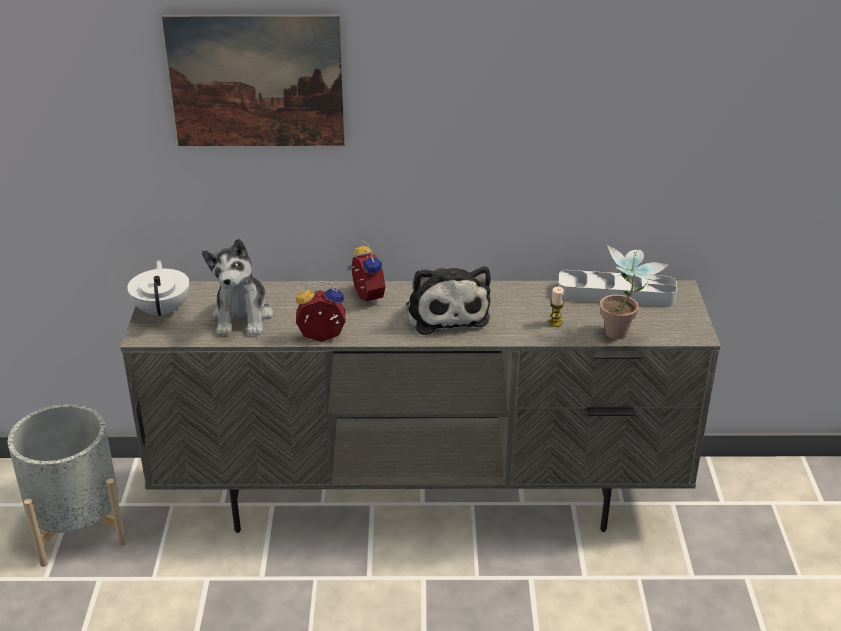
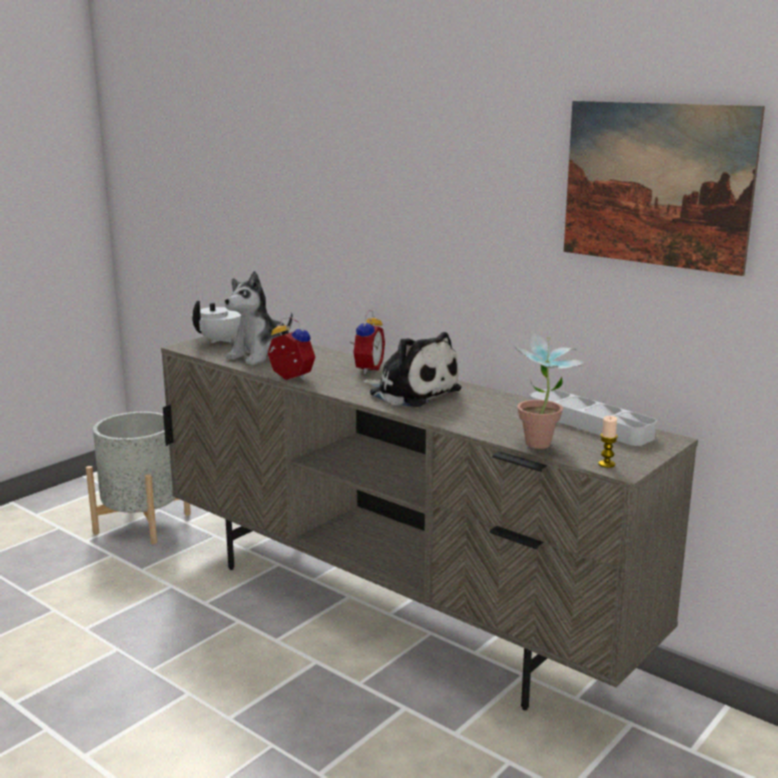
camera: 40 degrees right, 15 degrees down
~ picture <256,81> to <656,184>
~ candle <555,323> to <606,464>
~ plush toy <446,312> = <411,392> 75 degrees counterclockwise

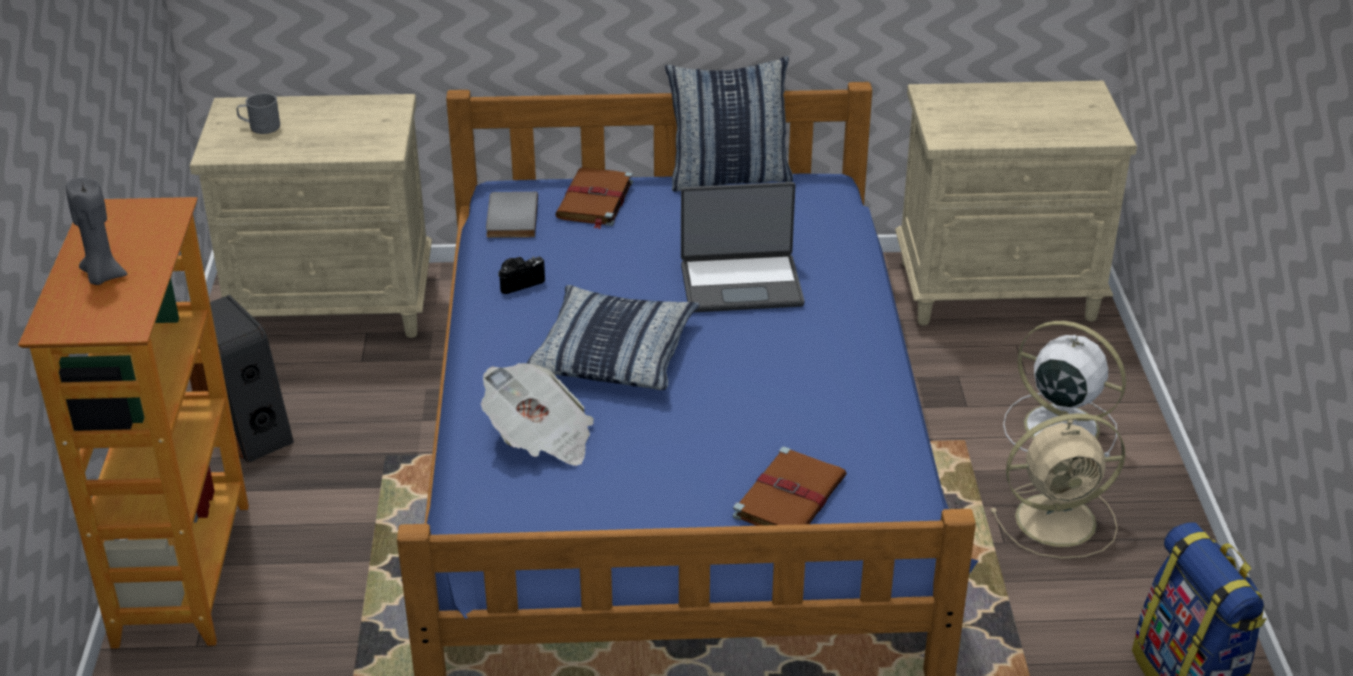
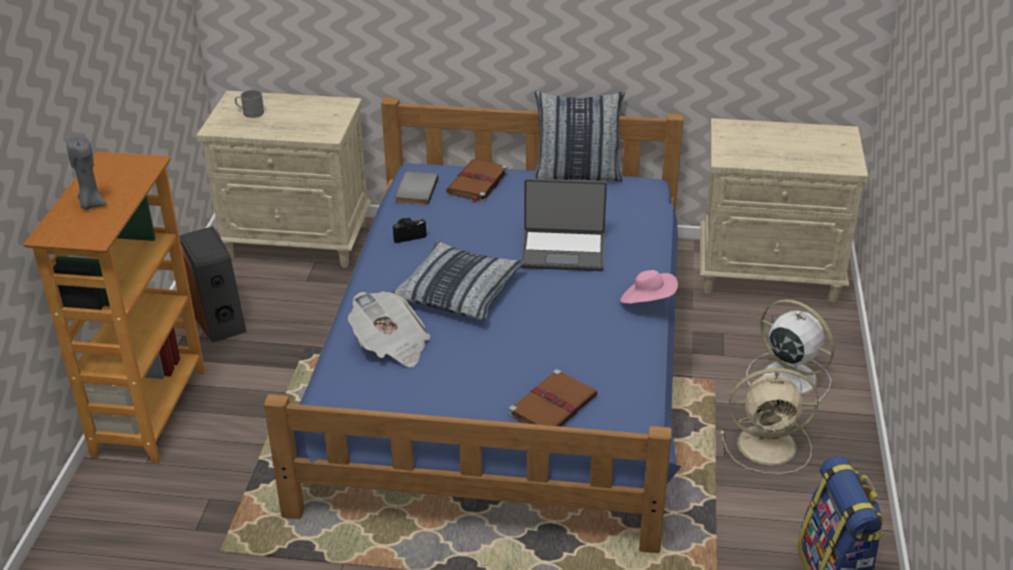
camera: 10 degrees right, 0 degrees up
+ hat in pink <648,302>

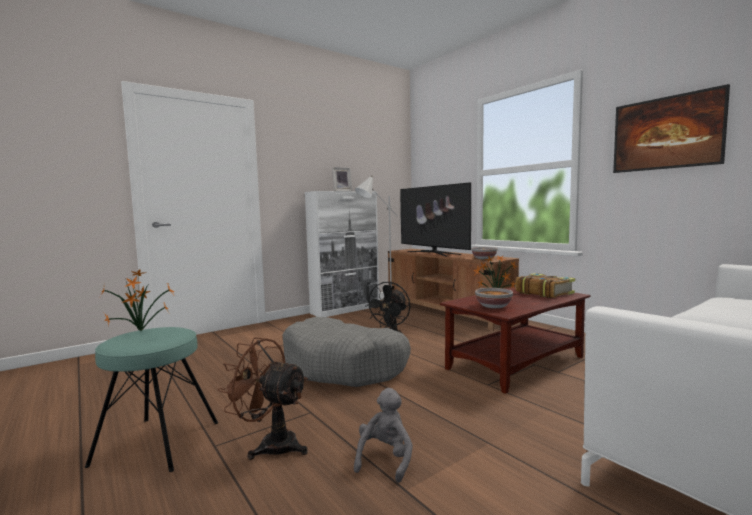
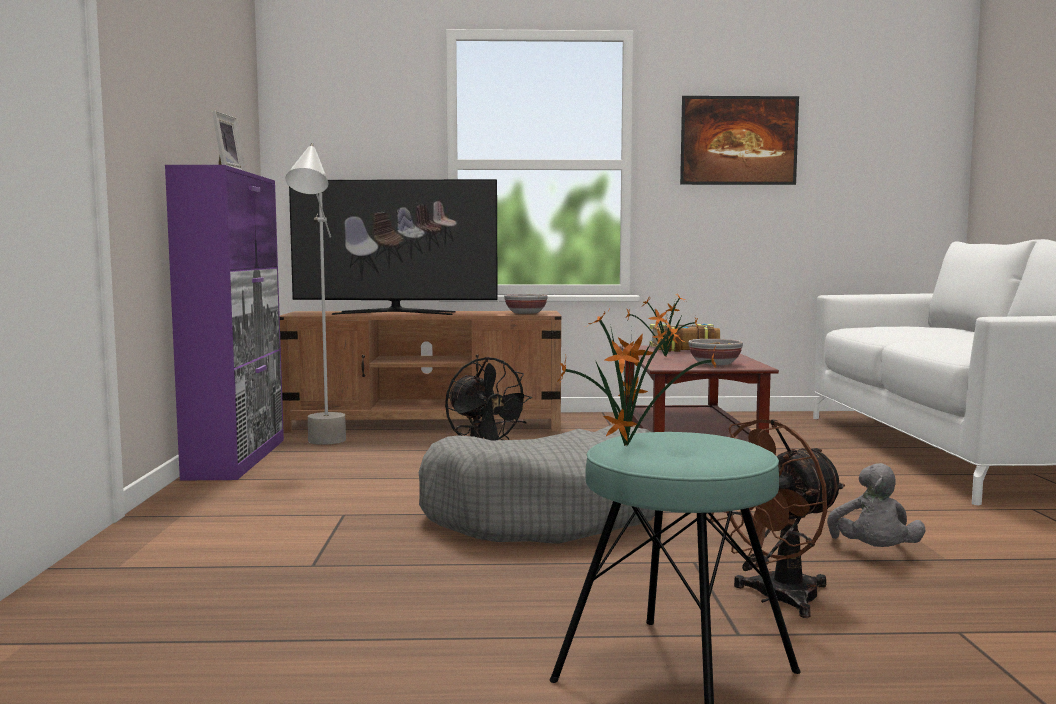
camera: 55 degrees left, 0 degrees up
~ cabinet in white <346,309> to cabinet in purple <237,458>
~ plush toy in grey <385,459> = <874,553> 135 degrees counterclockwise

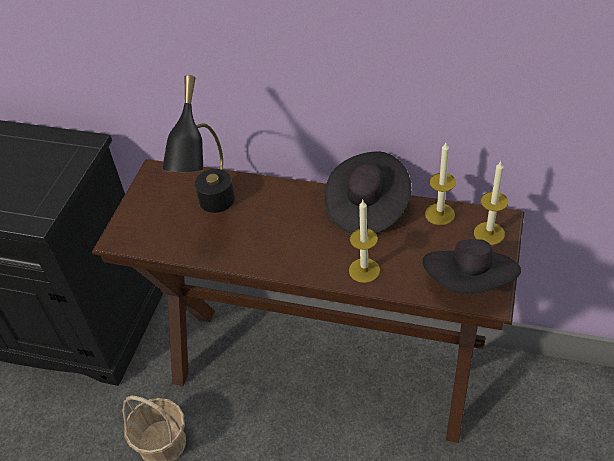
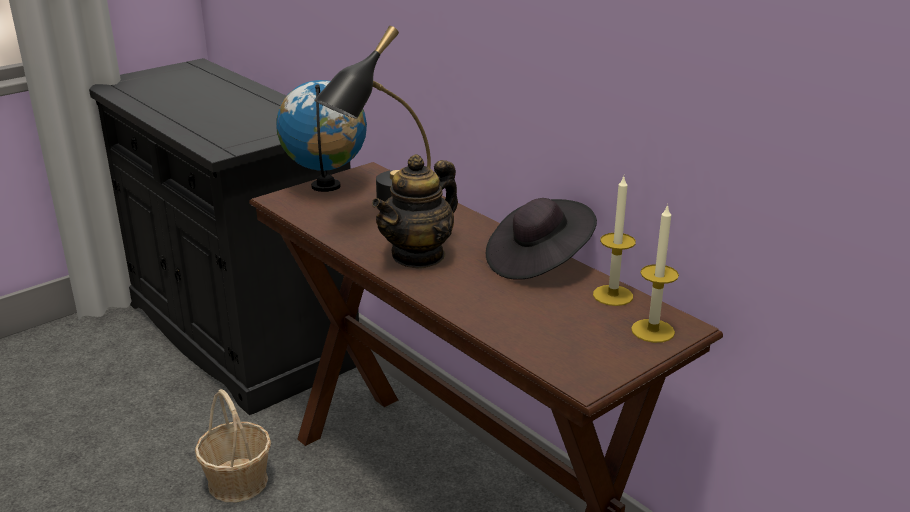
camera: 30 degrees right, 20 degrees down
- candle <364,270>
- hat in black <470,283>
+ globe <326,186>
+ teapot <418,255>

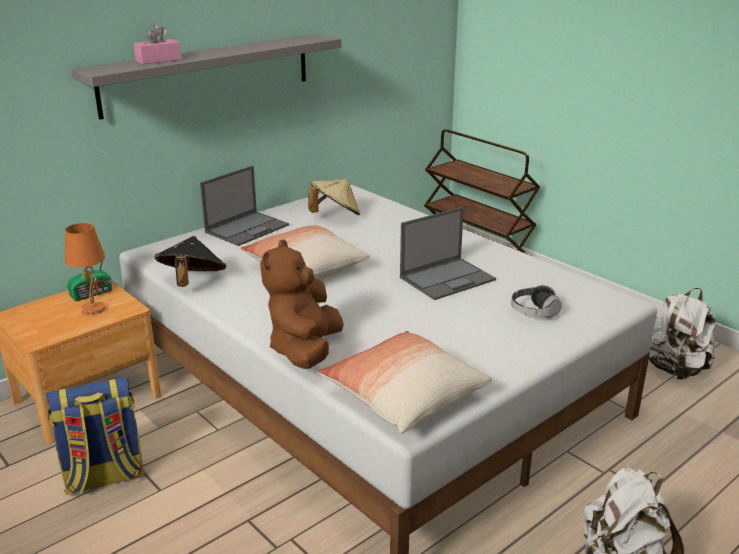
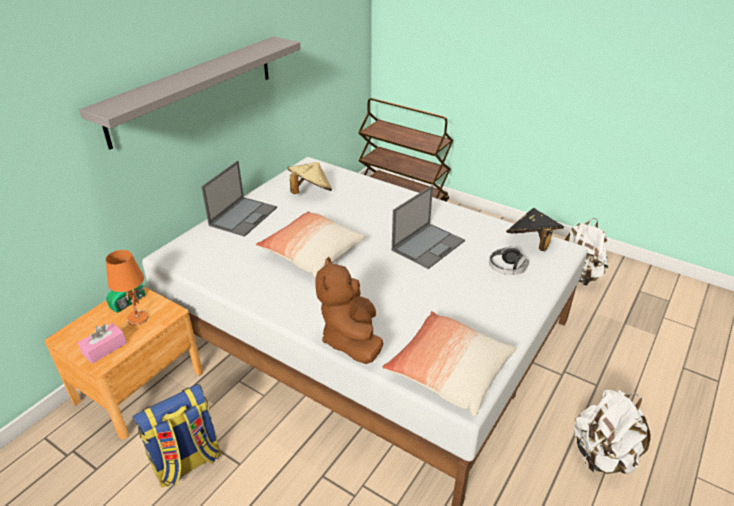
camera: 15 degrees left, 10 degrees up
~ tissue box in pink <158,60> to <104,348>
~ hat in black <192,282> to <531,244>

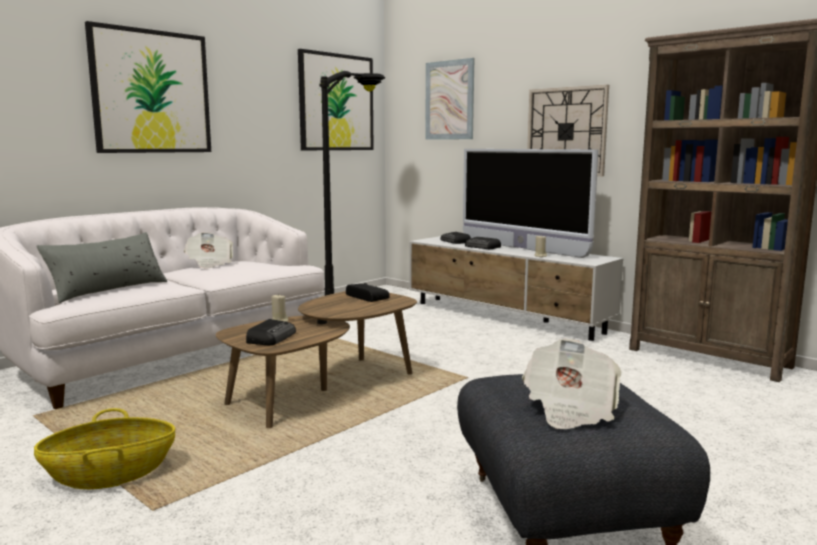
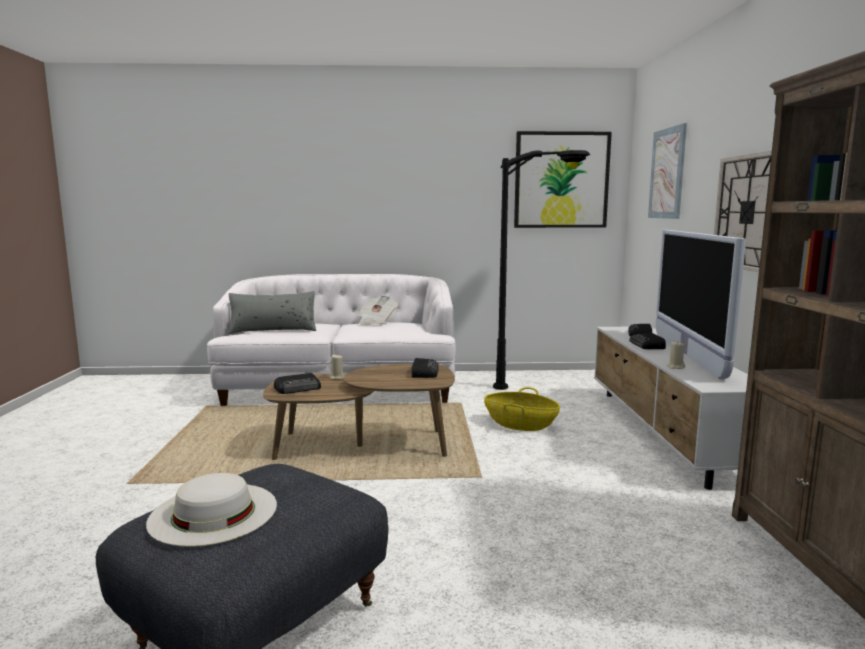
camera: 45 degrees right, 0 degrees up
- picture <151,92>
~ basket <110,474> to <520,424>
~ newspaper <569,409> to hat in white <213,513>

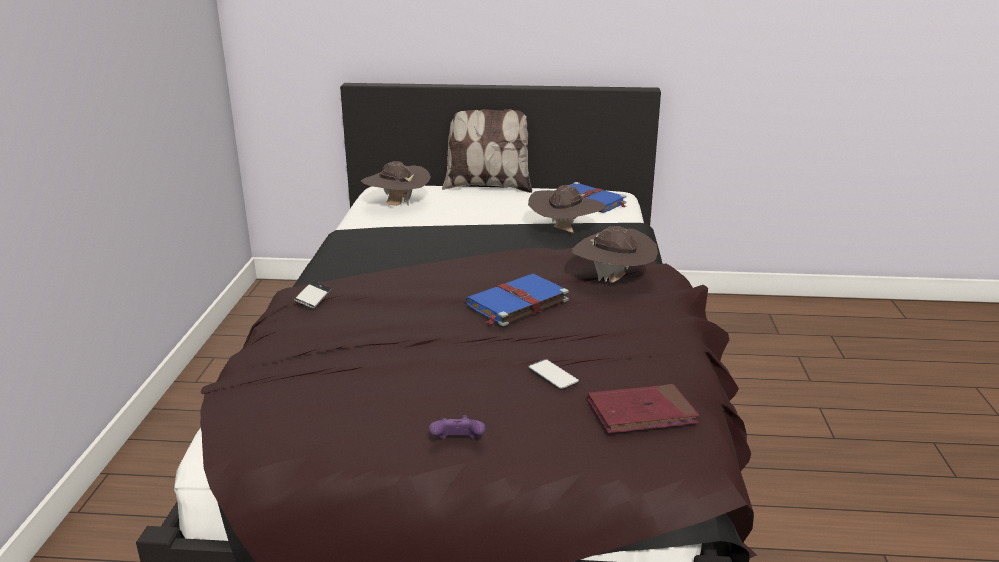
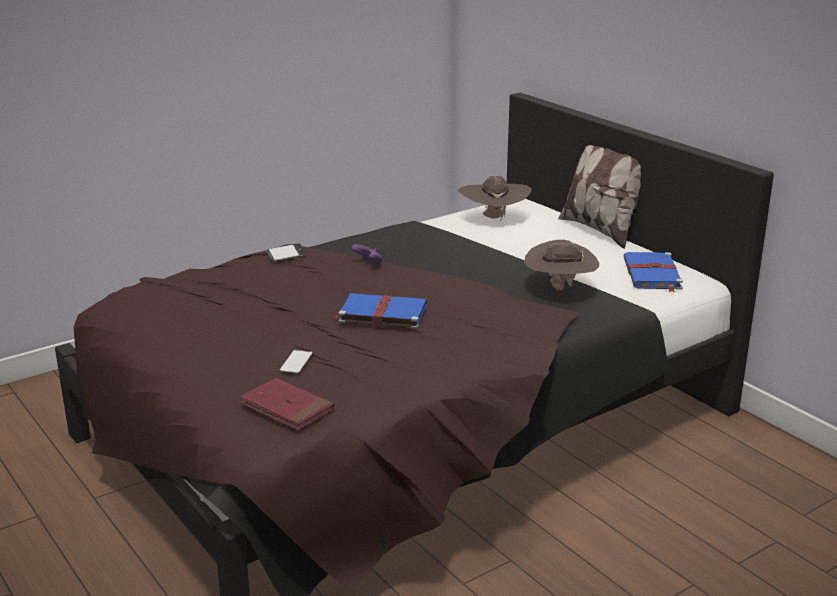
camera: 50 degrees right, 0 degrees up
- hat in brown <613,281>
~ game controller in purple <458,443> to <369,264>

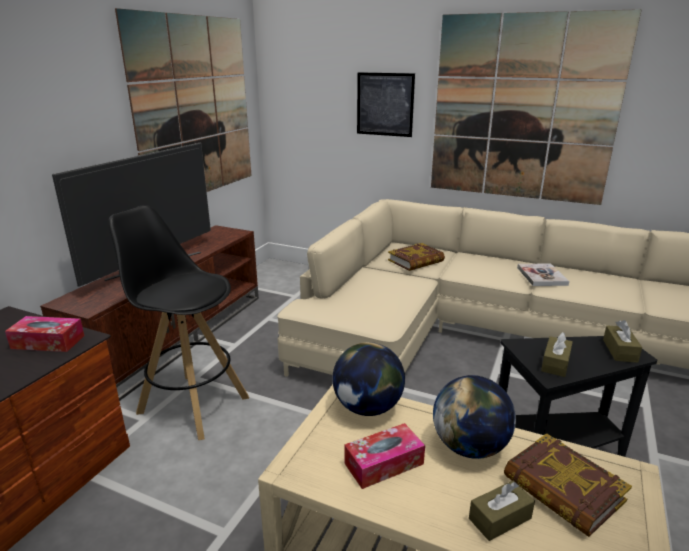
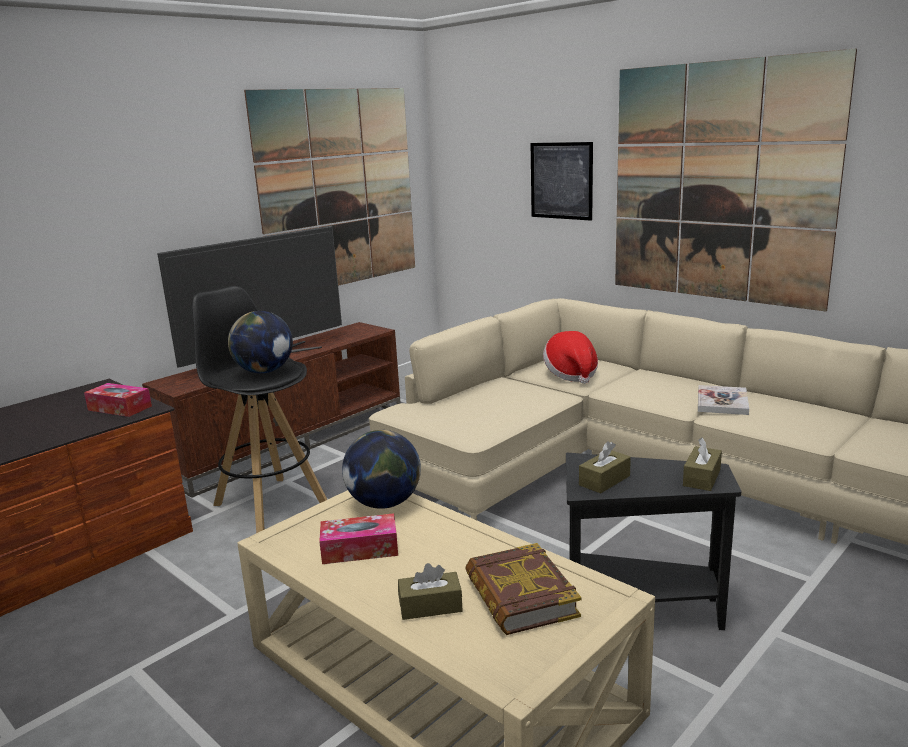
camera: 20 degrees right, 5 degrees down
~ globe <469,447> to <264,371>
~ book <416,261> to hat <571,374>

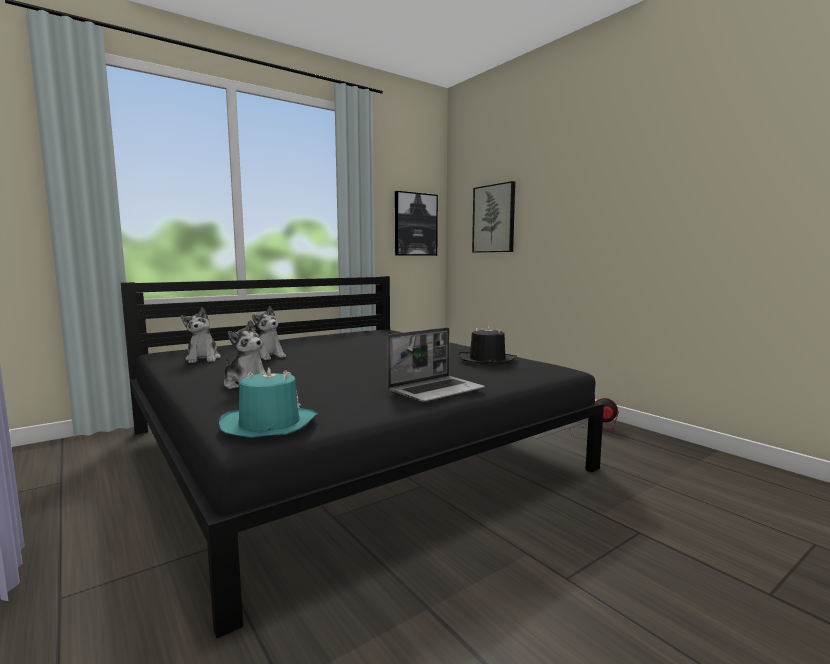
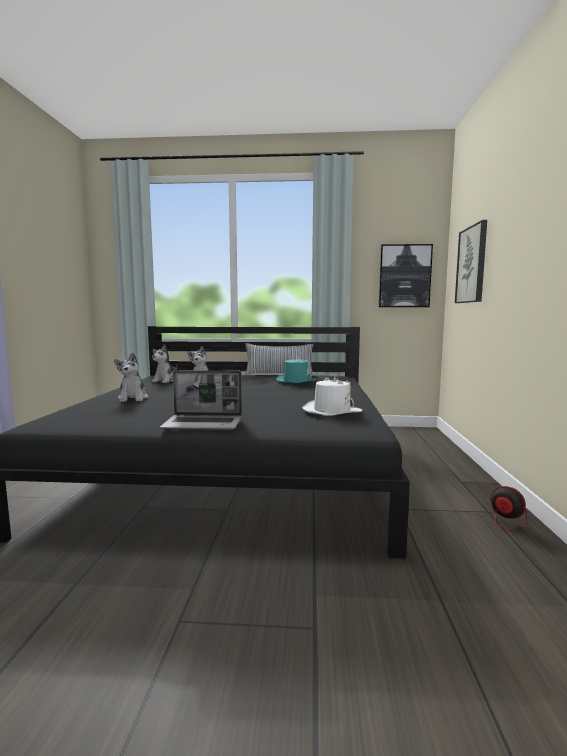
camera: 40 degrees right, 0 degrees up
+ pillow <279,374>
~ hat in turquoise <269,424> to <296,381>
~ hat in black <487,360> to hat in white <331,411>

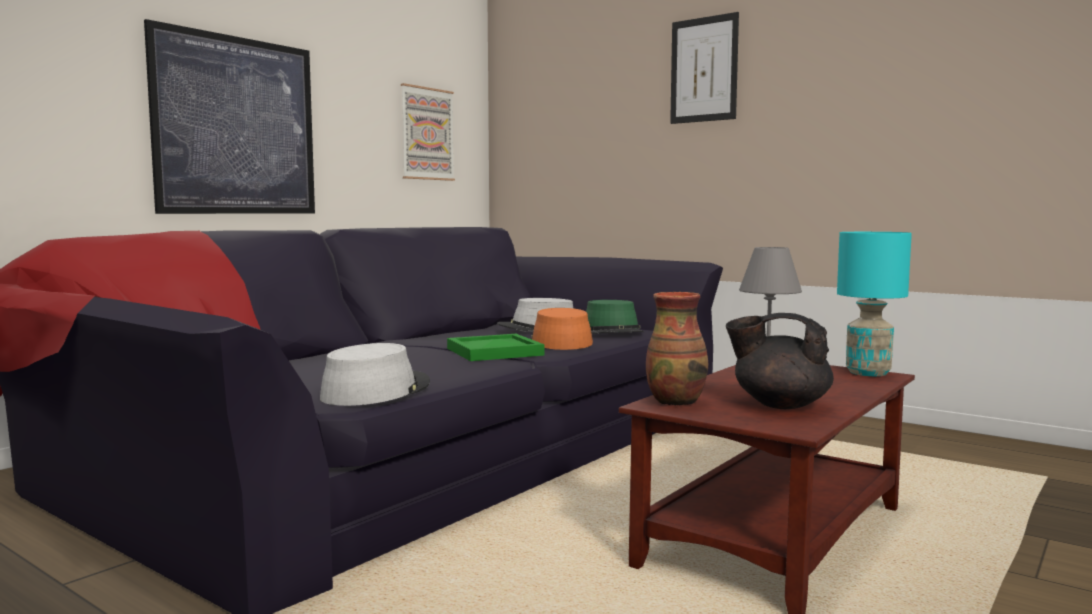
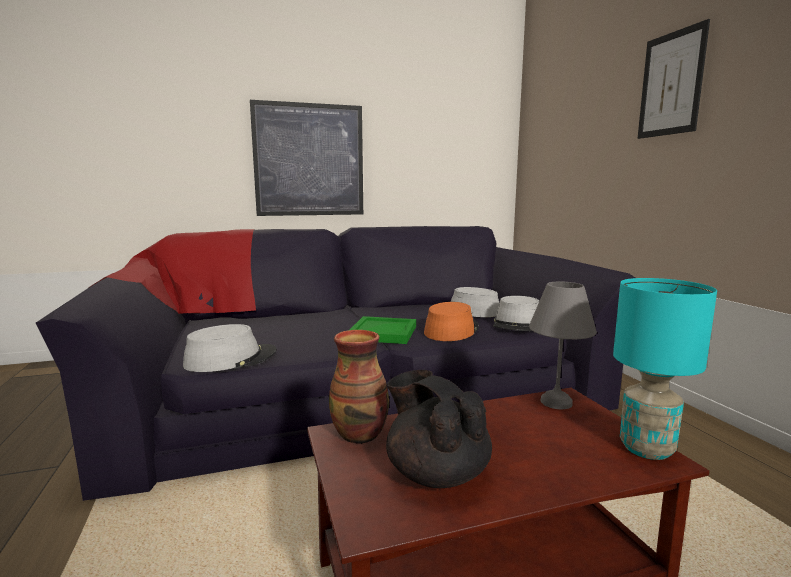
camera: 35 degrees right, 5 degrees up
- picture <427,134>
~ hat in green <613,331> to hat in grey <517,324>

